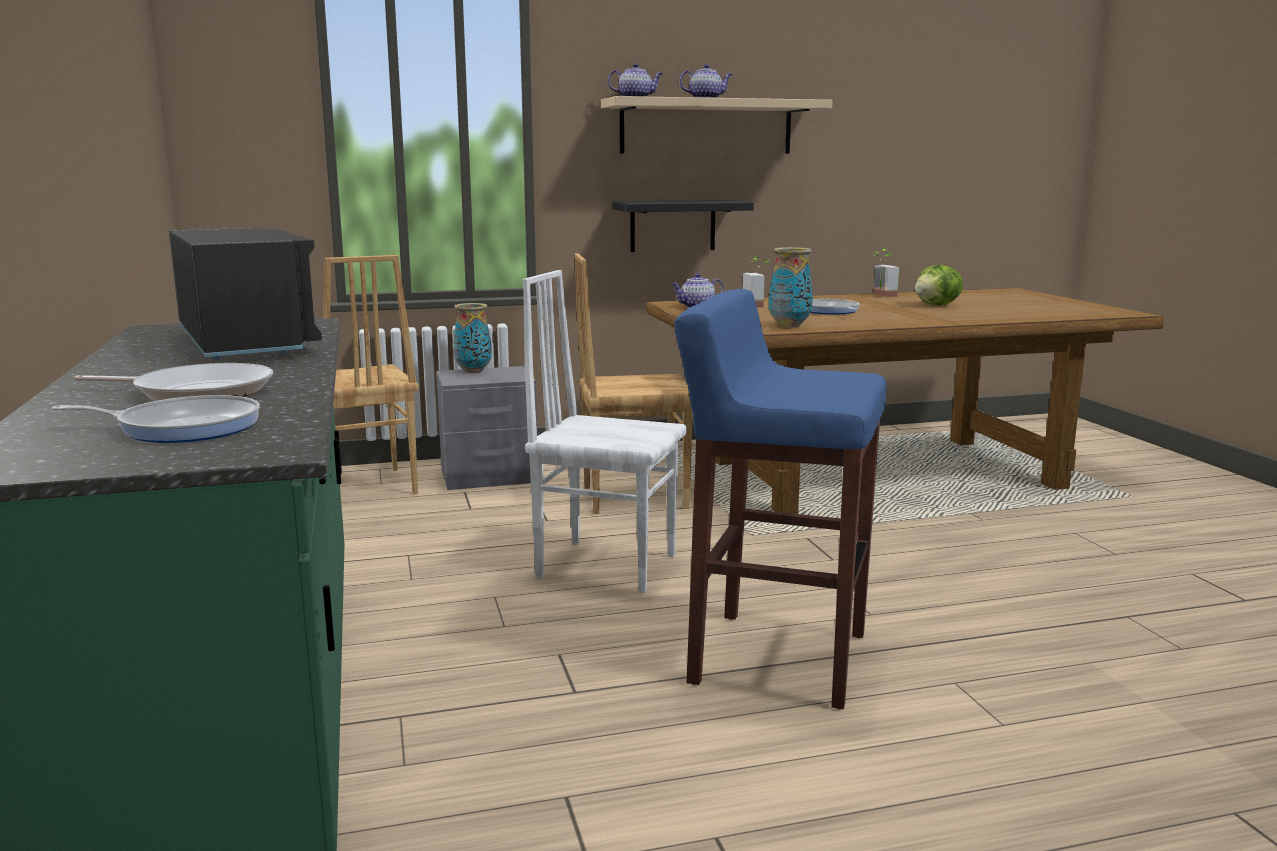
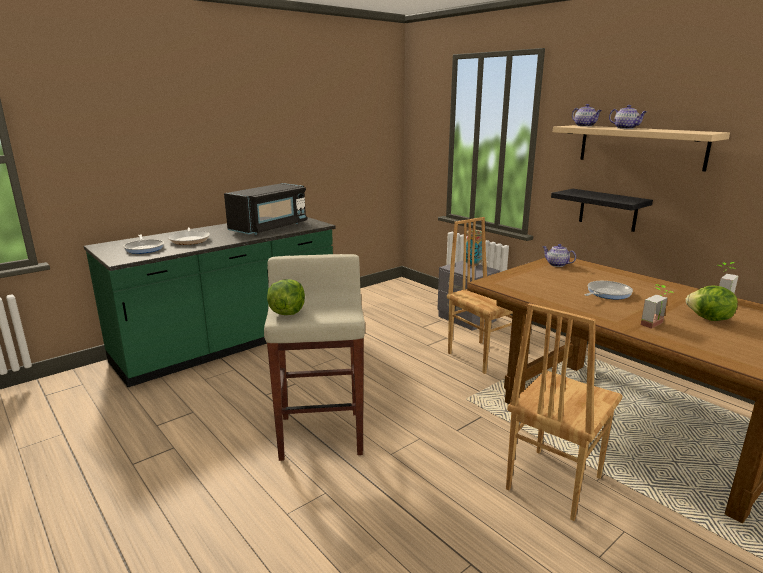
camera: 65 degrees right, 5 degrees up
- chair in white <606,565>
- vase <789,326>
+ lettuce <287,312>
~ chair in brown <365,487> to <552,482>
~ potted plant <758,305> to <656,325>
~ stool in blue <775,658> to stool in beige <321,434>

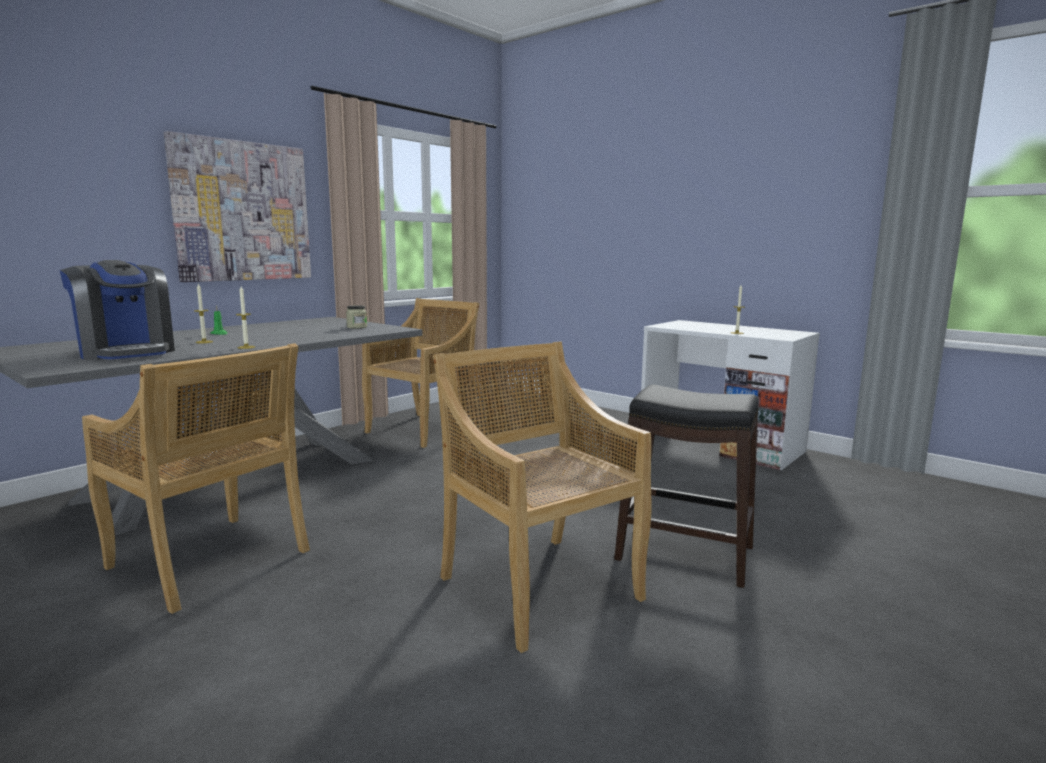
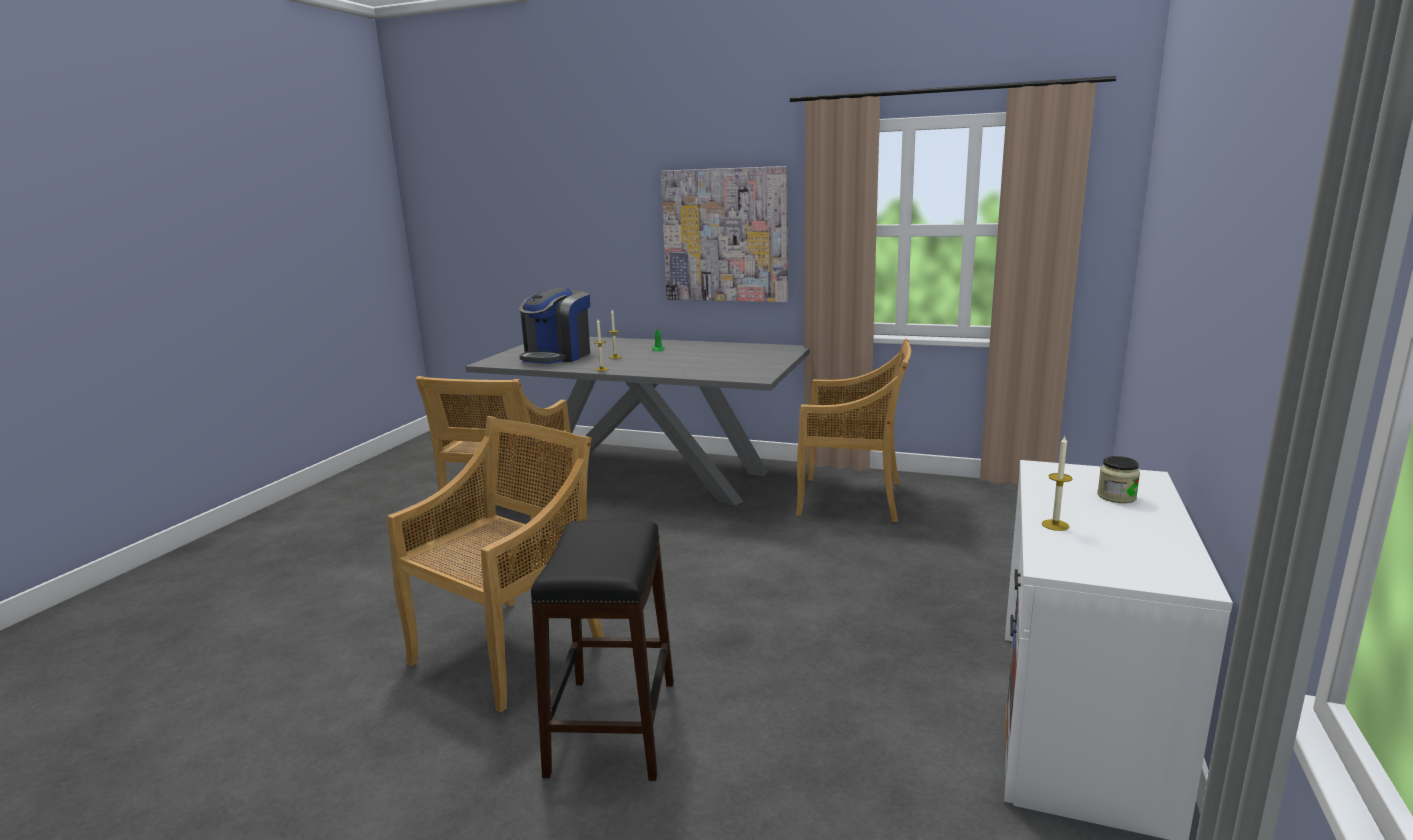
camera: 70 degrees right, 5 degrees up
~ jar <357,327> to <1116,496>

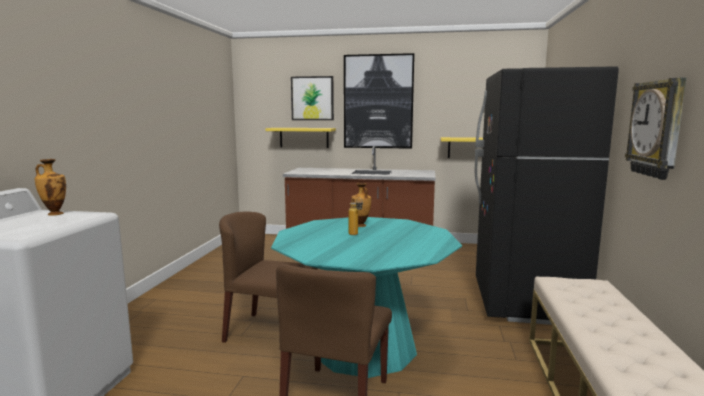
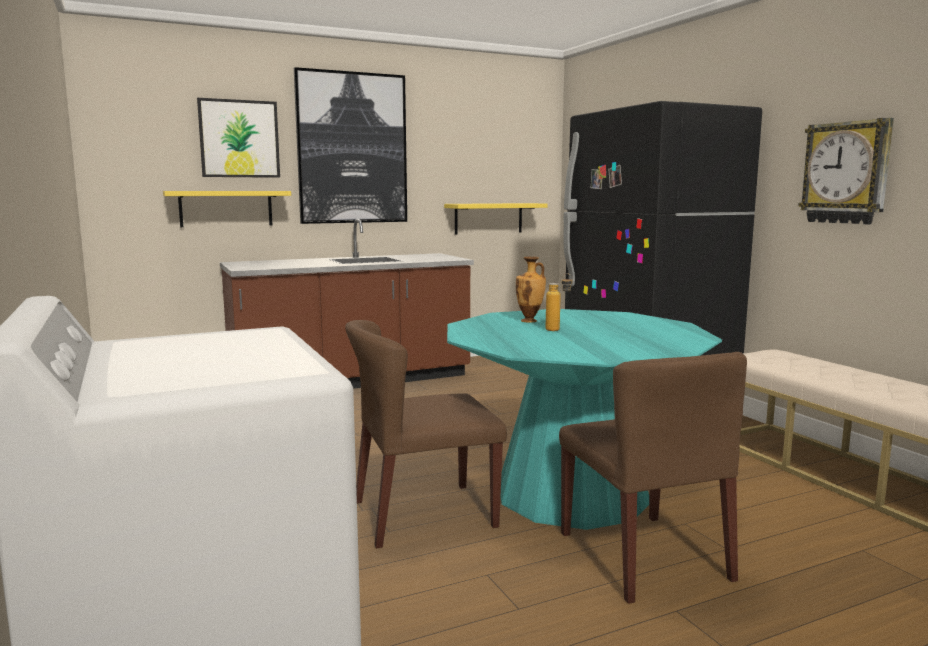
camera: 35 degrees left, 0 degrees up
- vase <54,214>

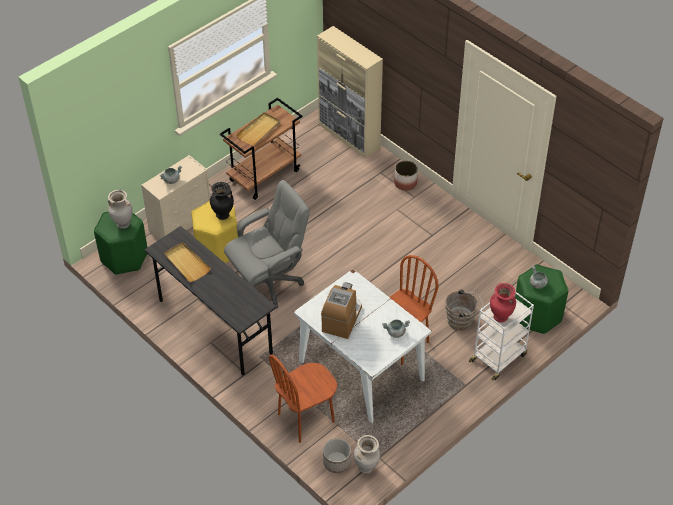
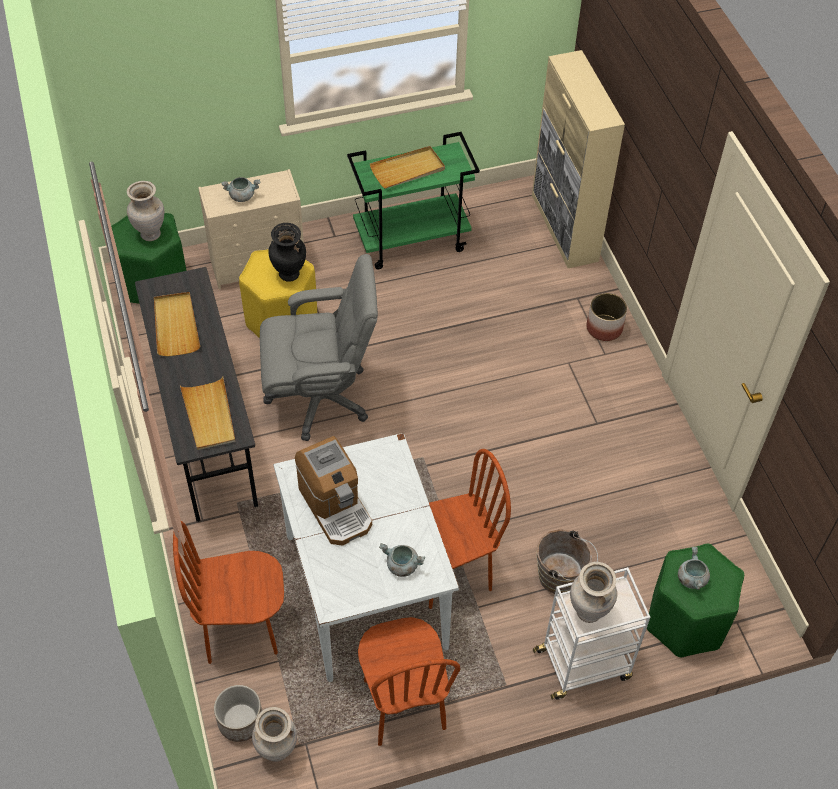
camera: 25 degrees right, 5 degrees up
+ tray in beige <209,416>
+ chair in brown <403,705>
~ cart in brown <264,175> to cart in green <412,240>
~ vase in red <500,317> to vase in beige <587,613>
~ coffee machine <342,319> = <335,507> 105 degrees clockwise

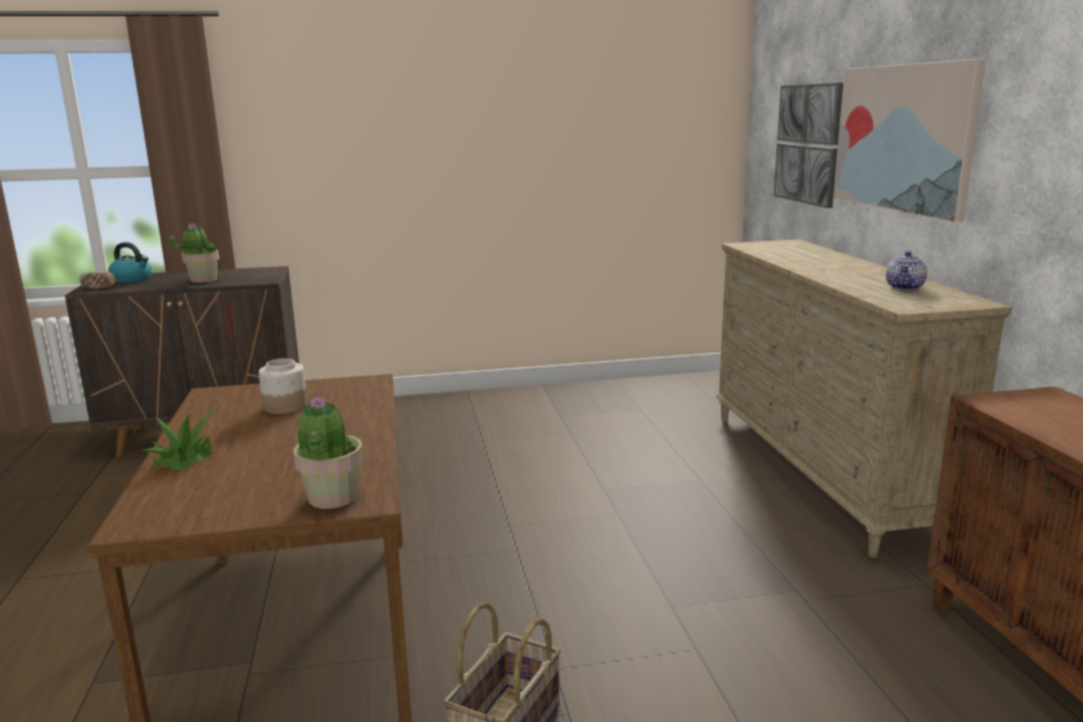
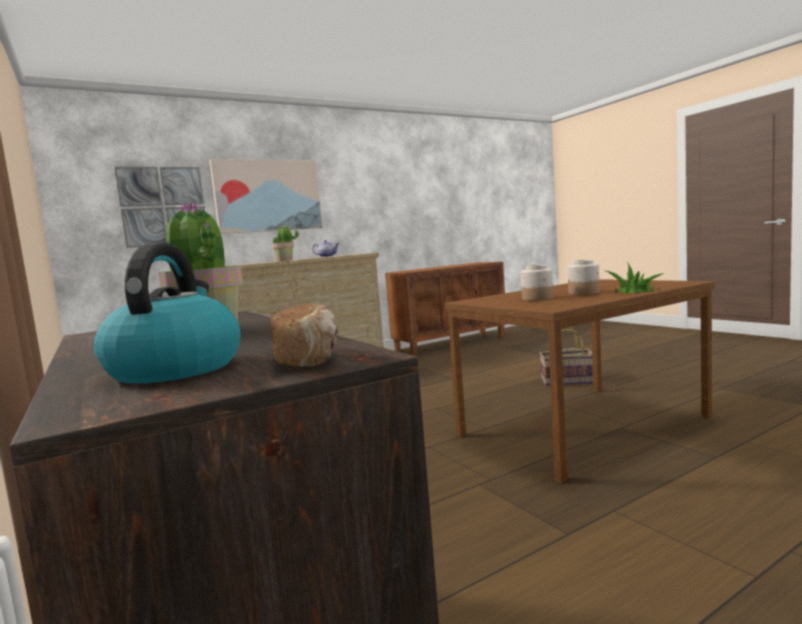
camera: 110 degrees left, 10 degrees down
+ jar <584,292>
~ potted plant <332,498> to <285,260>

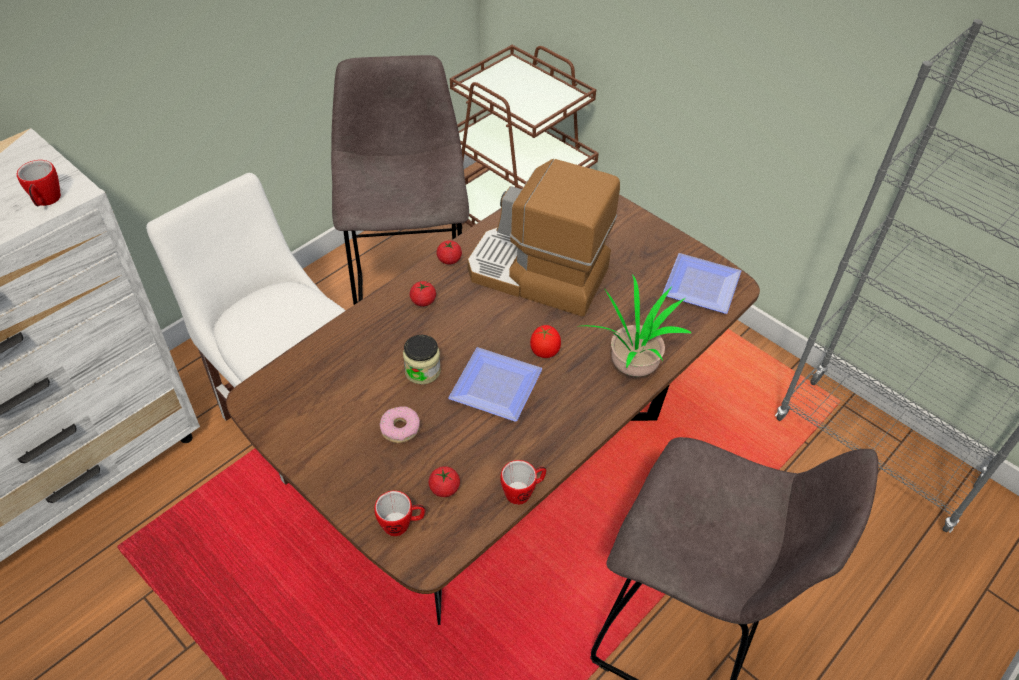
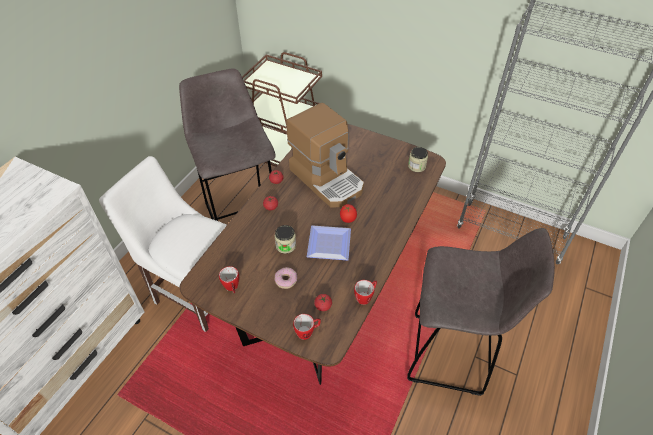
camera: 15 degrees left, 0 degrees up
- potted plant <631,364>
~ mug <46,201> to <232,287>
~ plate <703,288> to jar <417,166>
~ coffee machine <537,275> = <327,179> 135 degrees counterclockwise

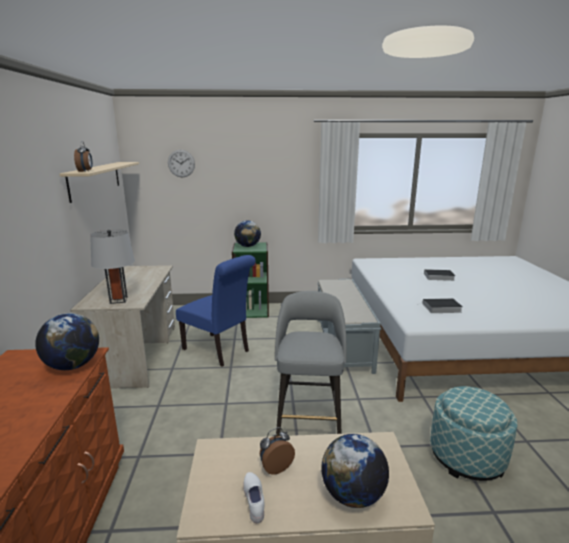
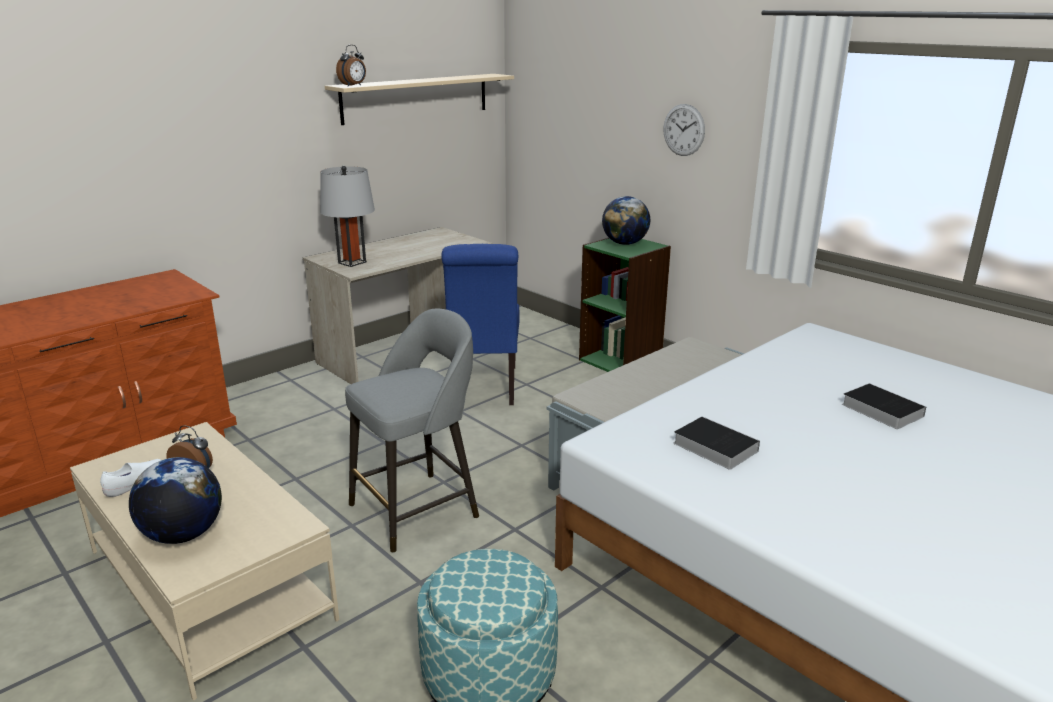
camera: 50 degrees right, 5 degrees up
- globe <72,365>
~ wall clock <181,163> to <684,130>

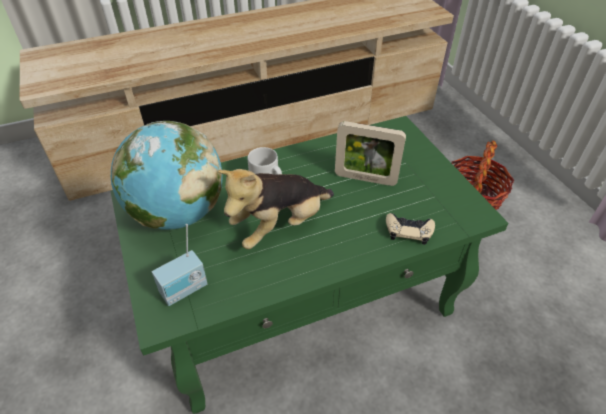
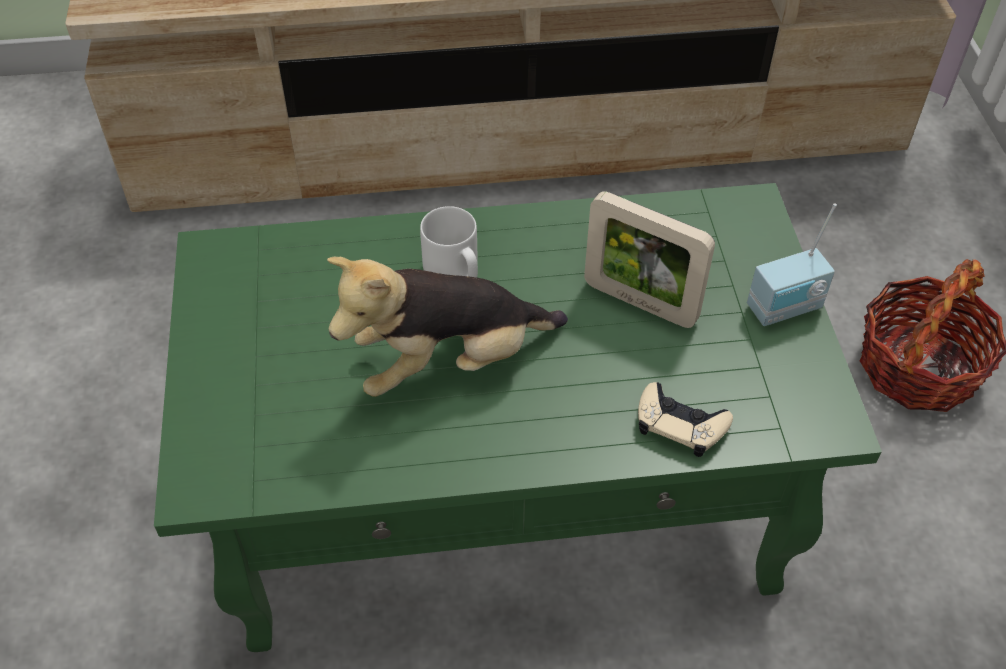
camera: 15 degrees right, 5 degrees up
- globe <177,213>
~ radio <185,290> to <785,309>

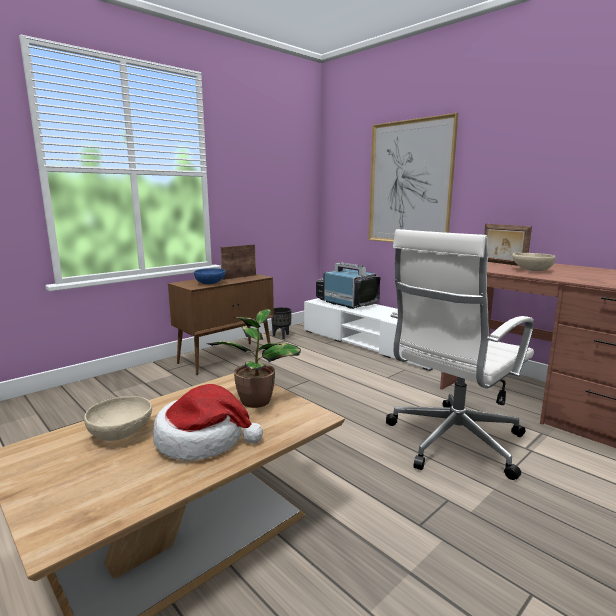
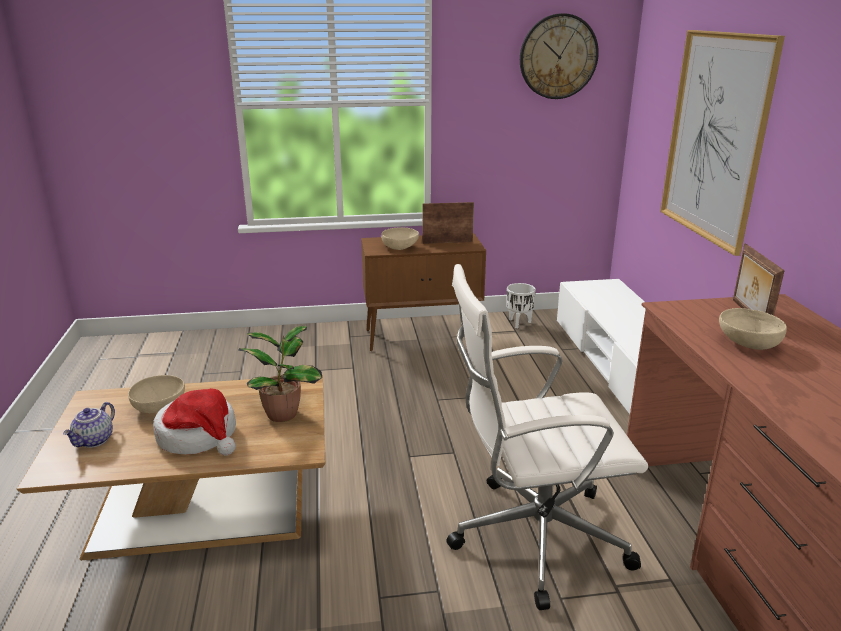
camera: 35 degrees right, 10 degrees up
- television <346,303>
+ teapot <95,441>
+ wall clock <558,57>
~ bowl in blue <210,283> to bowl in beige <400,248>
~ planter in black <281,336> to planter in white <519,323>

